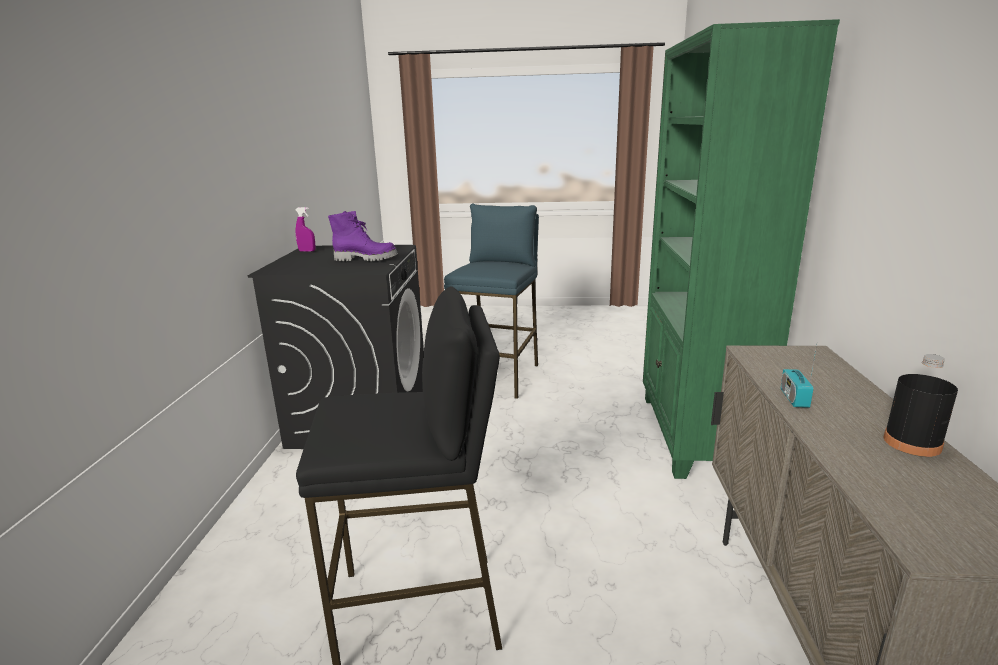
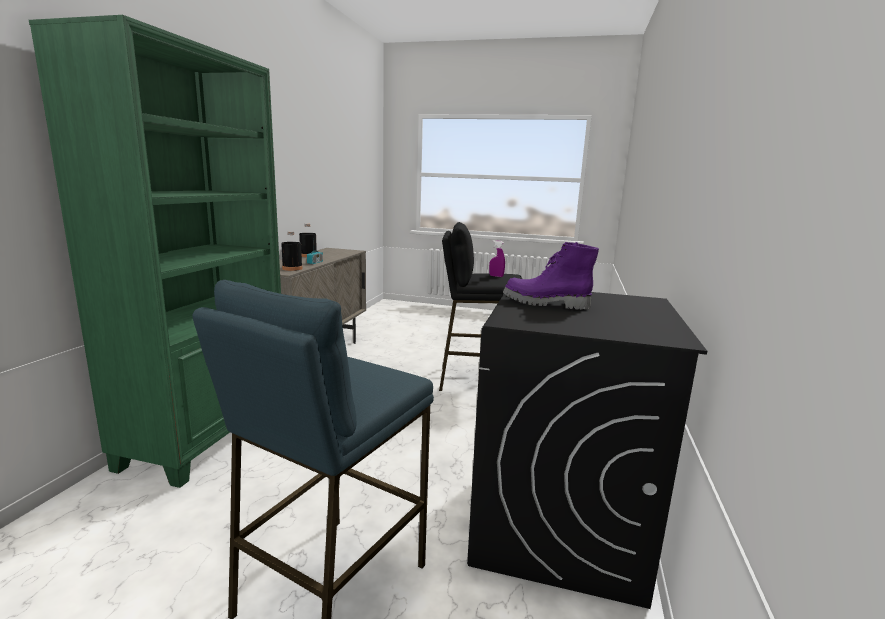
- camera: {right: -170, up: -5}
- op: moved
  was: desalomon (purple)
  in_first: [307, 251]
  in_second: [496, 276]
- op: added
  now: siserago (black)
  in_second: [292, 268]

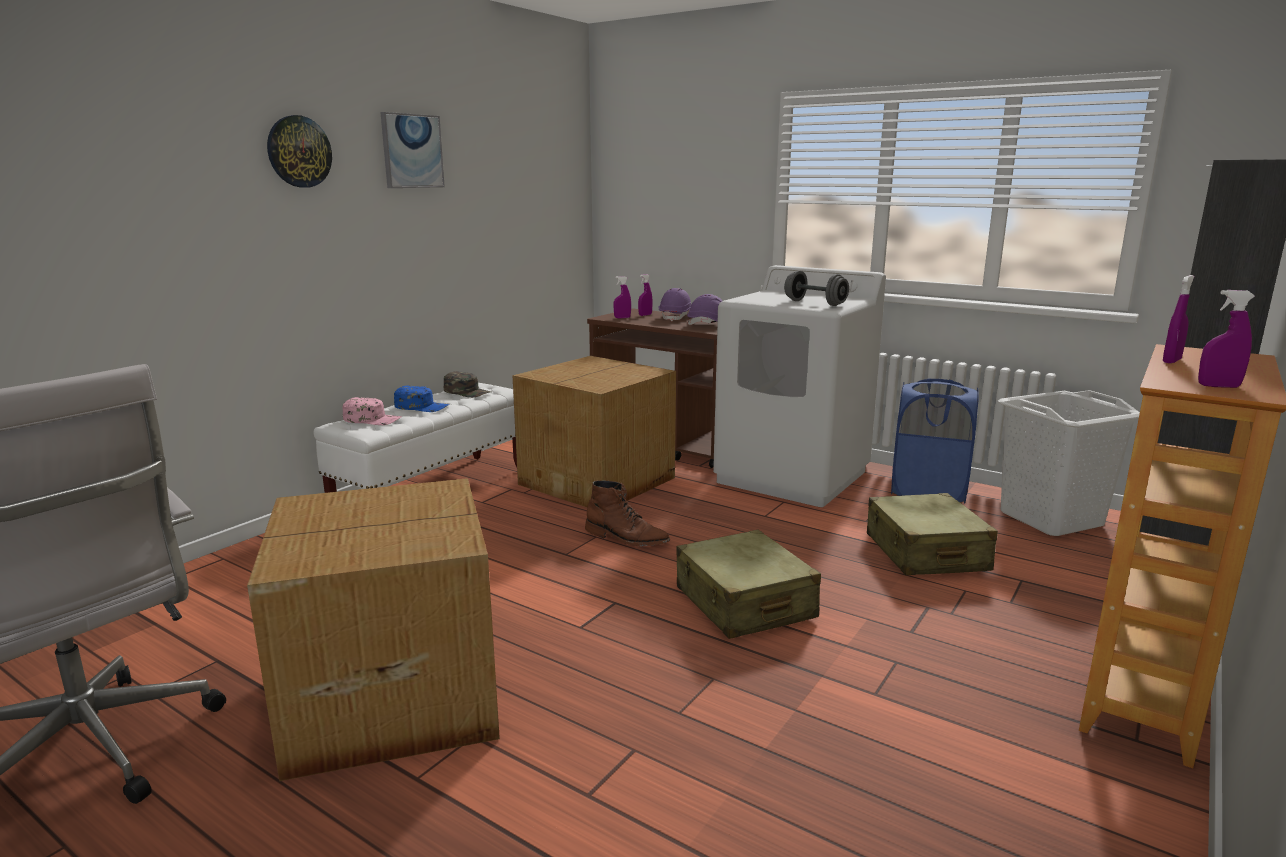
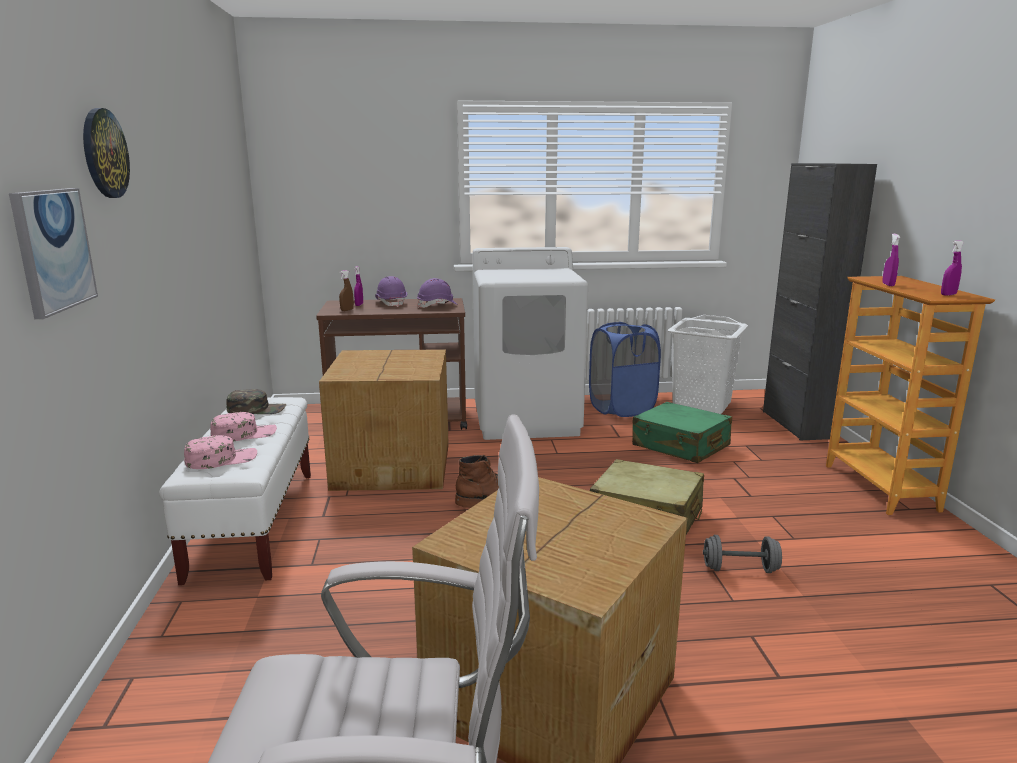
- camera: {right: -40, up: 0}
- op: moved
  was: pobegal
  in_first: [412, 151]
  in_second: [53, 250]
- op: moved
  was: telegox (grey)
  in_first: [815, 303]
  in_second: [740, 569]
- op: recoloured
  was: desalomon (purple)
  now: desalomon (brown)
  in_first: [622, 318]
  in_second: [347, 310]
- op: recoloured
  was: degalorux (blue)
  now: degalorux (pink)
  in_first: [422, 406]
  in_second: [244, 434]
- op: recoloured
  was: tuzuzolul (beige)
  now: tuzuzolul (green)
  in_first: [925, 553]
  in_second: [680, 446]

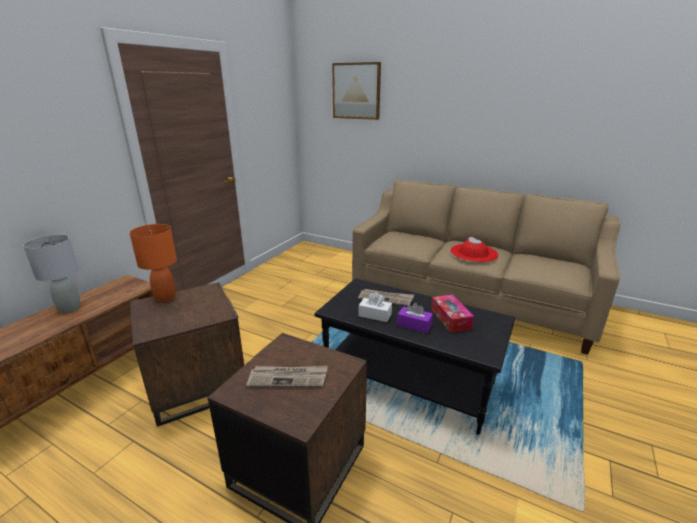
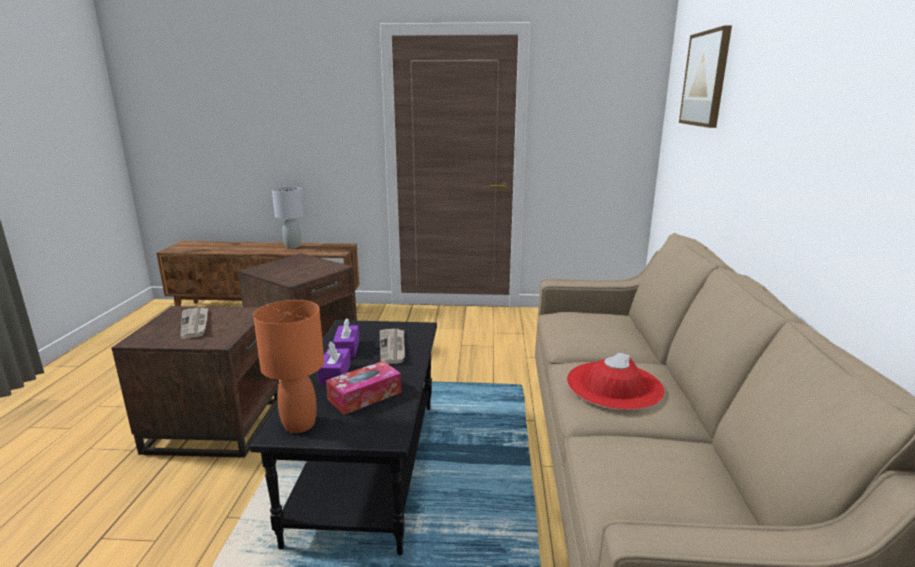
- camera: {right: 65, up: -5}
- op: moved
  was: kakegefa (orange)
  in_first: [165, 298]
  in_second: [299, 424]
- op: recoloured
  was: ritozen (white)
  now: ritozen (purple)
  in_first: [375, 315]
  in_second: [347, 348]

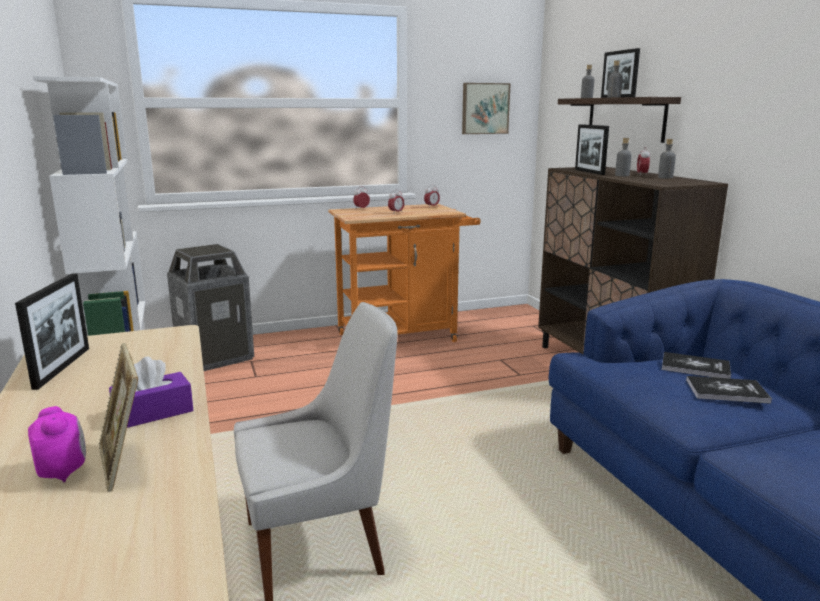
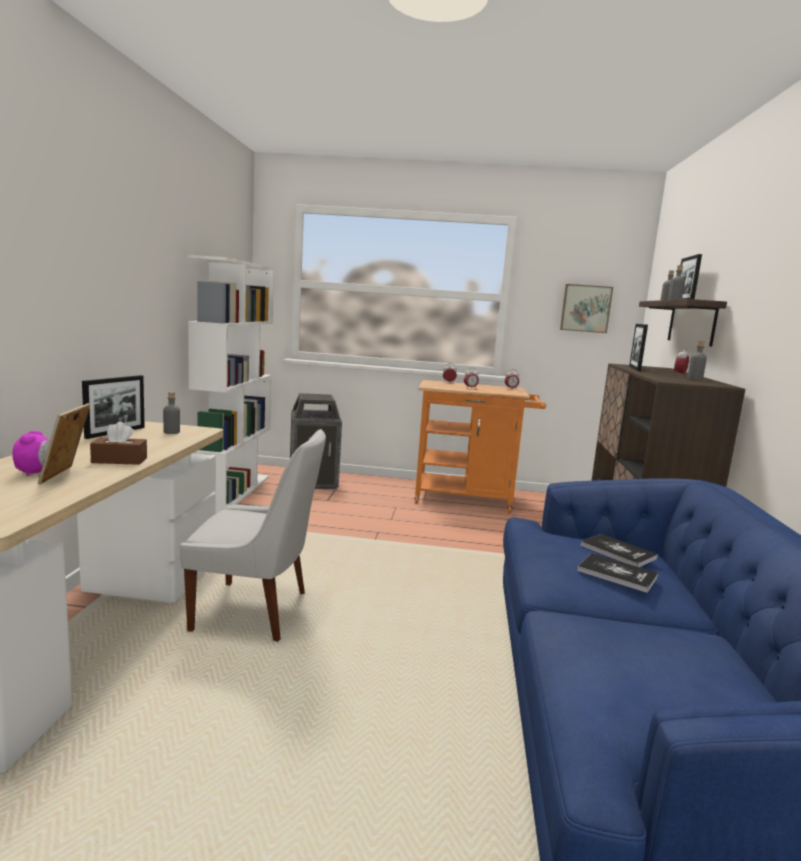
- camera: {right: 25, up: -5}
- op: moved
  was: siserago (grey)
  in_first: [622, 175]
  in_second: [171, 432]
- op: recoloured
  was: ritozen (purple)
  now: ritozen (brown)
  in_first: [153, 413]
  in_second: [119, 460]

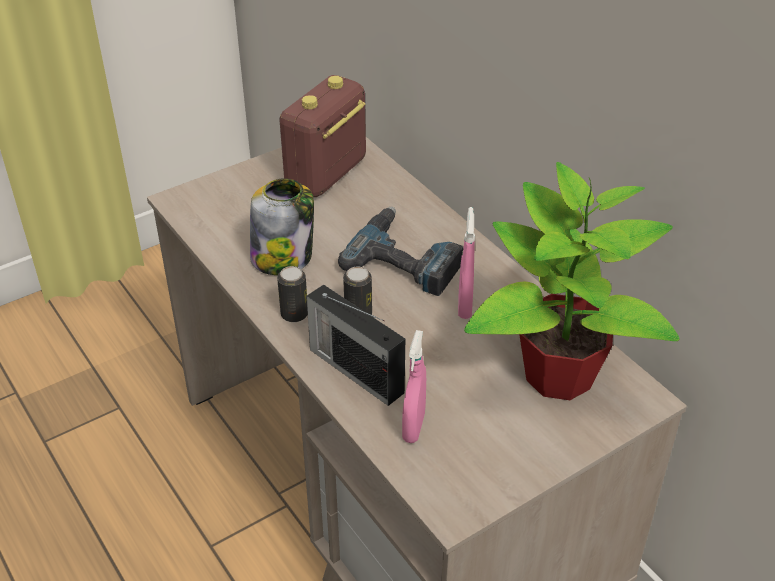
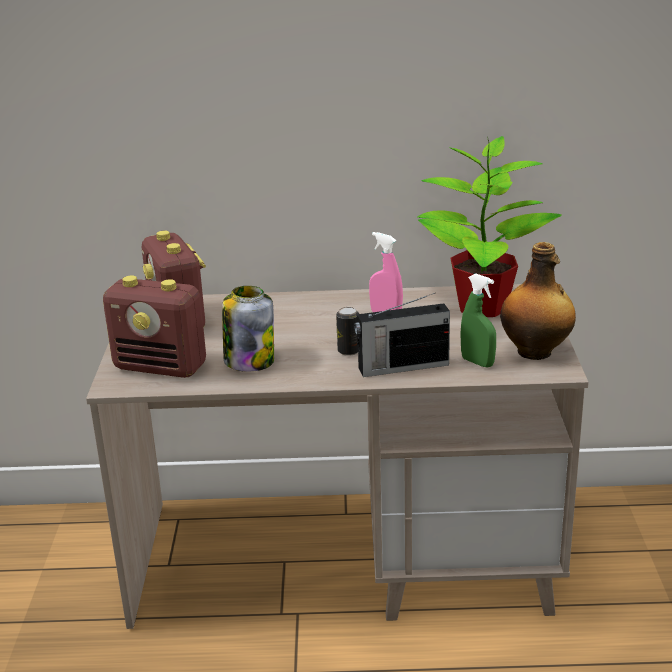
- camera: {right: -55, up: -15}
- op: removed
  was: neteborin
  in_first: [406, 259]
- op: removed
  was: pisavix
  in_first: [294, 314]
- op: recoloured
  was: desalomon (pink)
  now: desalomon (green)
  in_first: [413, 427]
  in_second: [477, 362]
- op: added
  now: siserago
  in_second: [535, 352]
- op: added
  now: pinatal
  in_second: [161, 367]

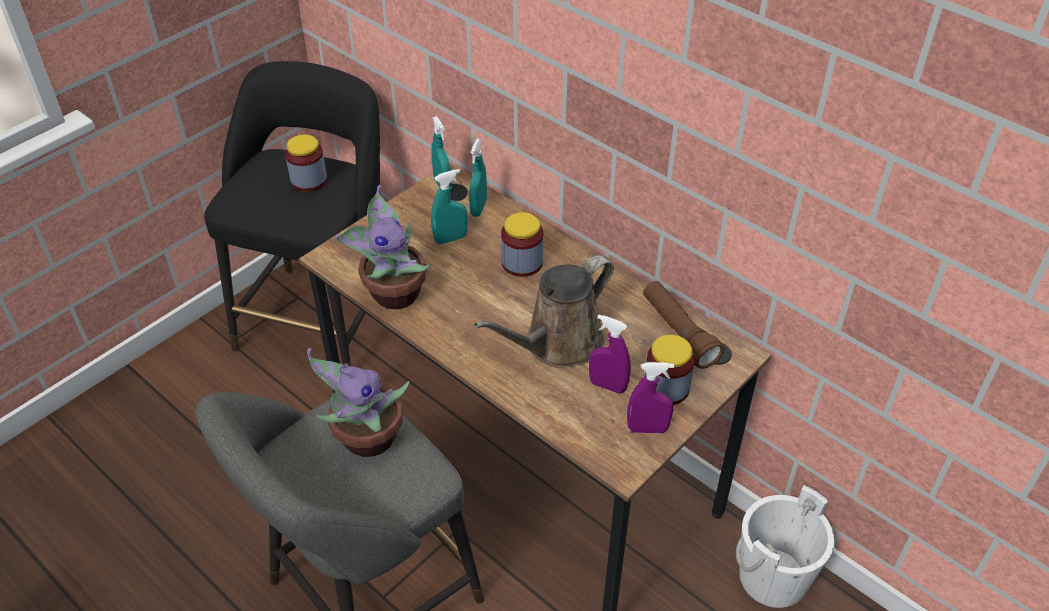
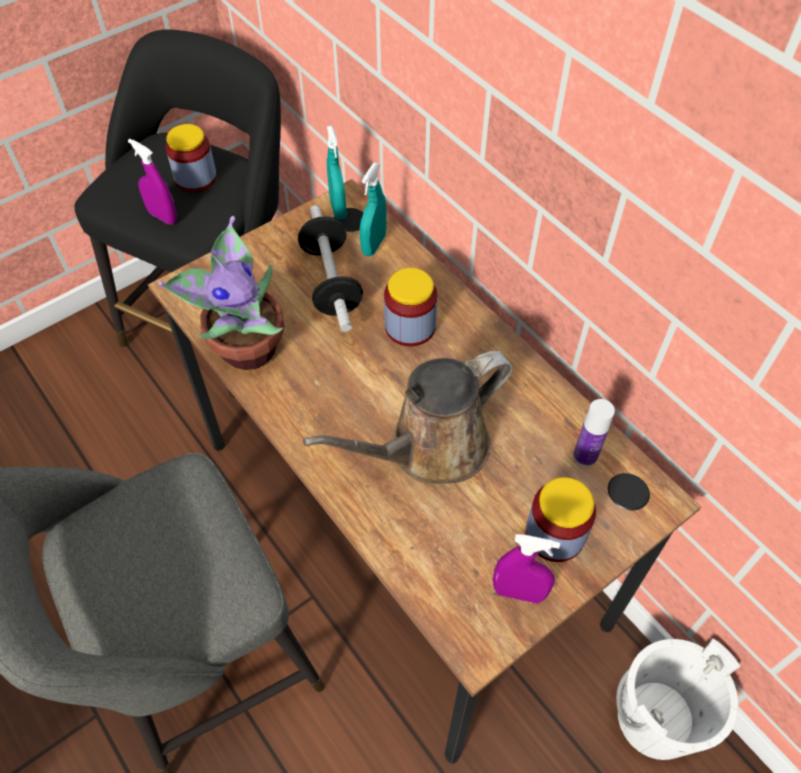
- camera: {right: 10, up: 10}
- op: replaced
  was: desalomon (turquoise)
  now: telegox
  in_first: [450, 239]
  in_second: [331, 282]
- op: replaced
  was: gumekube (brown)
  now: siserago
  in_first: [678, 333]
  in_second: [585, 456]
- op: moved
  was: desalomon (purple)
  in_first: [607, 386]
  in_second: [162, 216]
- op: removed
  was: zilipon
  in_first: [365, 439]

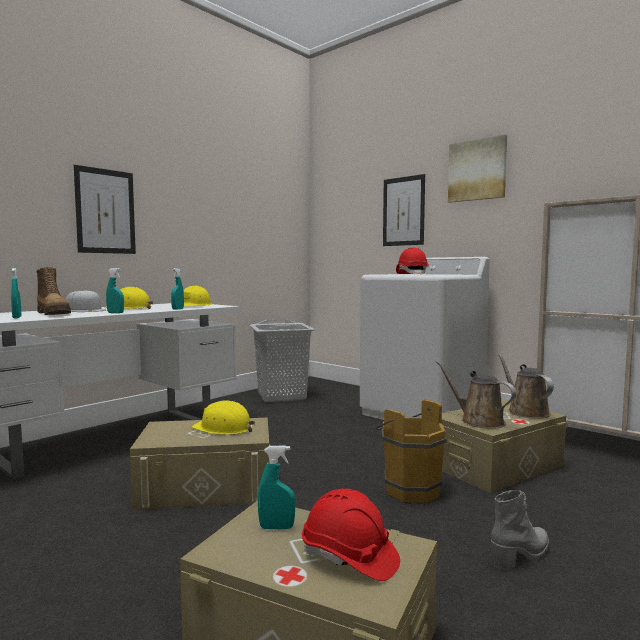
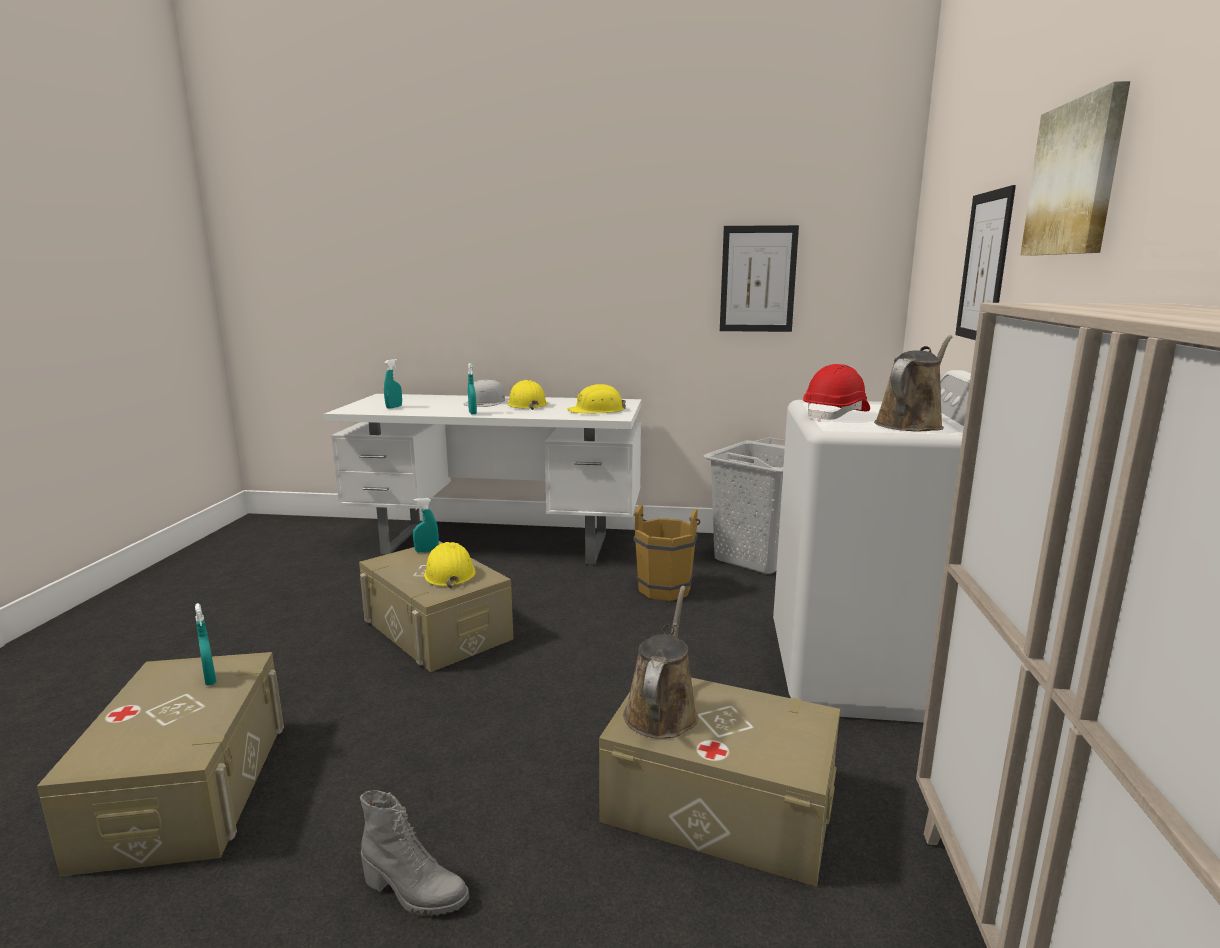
- camera: {right: 55, up: 10}
- op: moved
  was: pobegal
  in_first: [105, 211]
  in_second: [758, 279]
- op: removed
  was: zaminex
  in_first: [54, 314]
- op: moved
  was: desalomon (turquoise)
  in_first: [178, 309]
  in_second: [426, 551]
- op: moved
  was: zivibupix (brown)
  in_first: [525, 411]
  in_second: [911, 424]
- op: moved
  was: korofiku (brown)
  in_first: [408, 489]
  in_second: [665, 587]
- op: removed
  was: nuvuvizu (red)
  in_first: [349, 558]

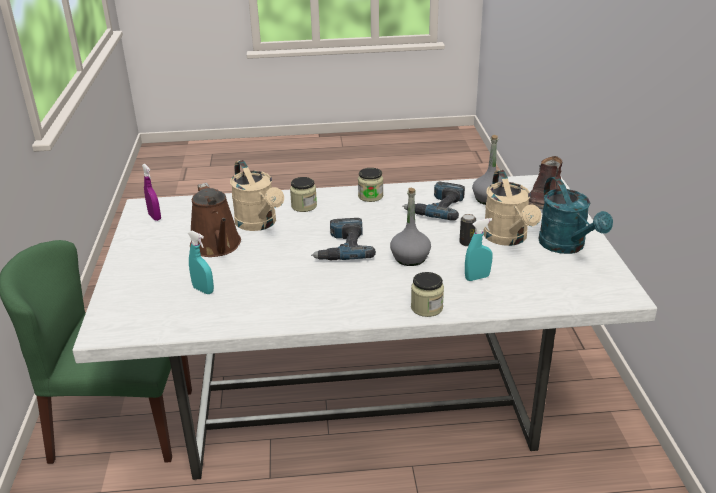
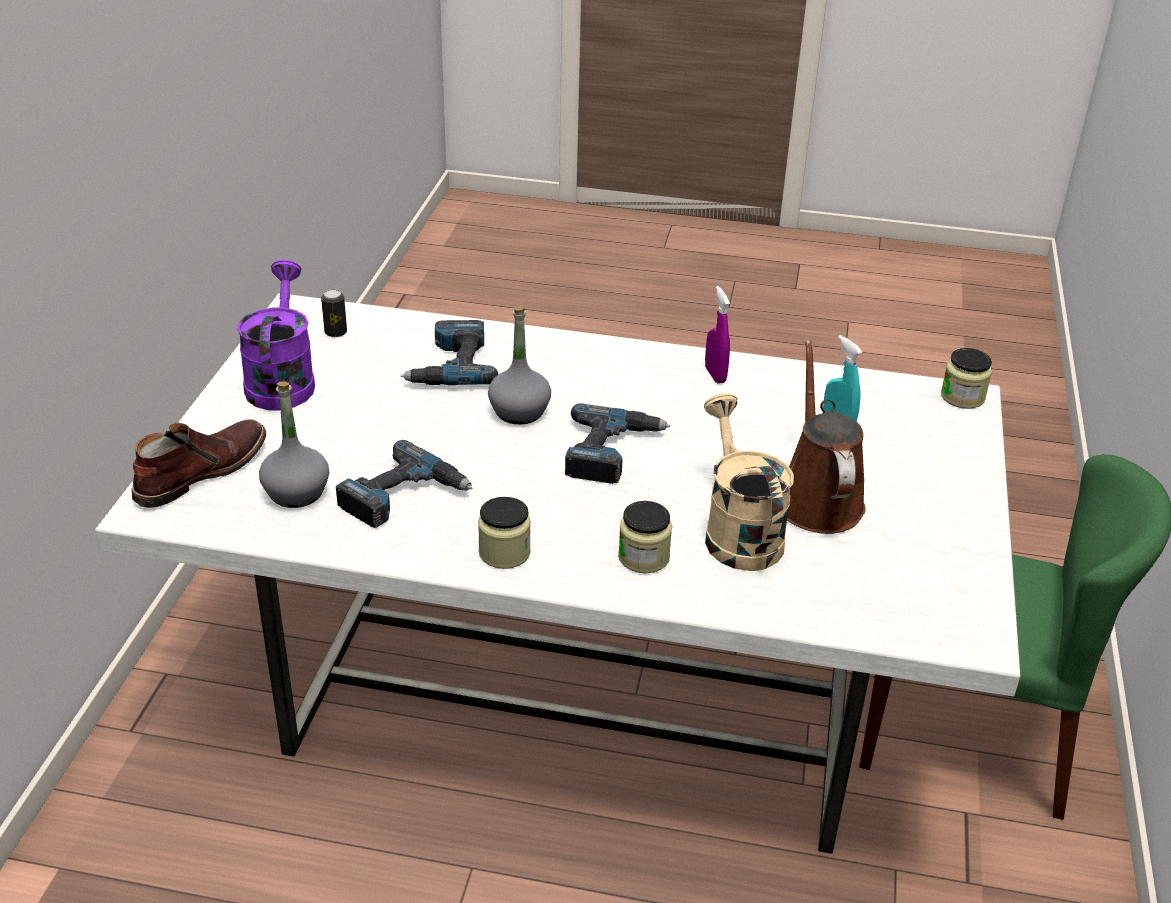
- camera: {right: -165, up: 5}
- op: moved
  was: desalomon (purple)
  in_first: [155, 217]
  in_second: [715, 375]
- op: removed
  was: zivibupix (beige)
  in_first: [508, 239]
- op: recoloured
  was: zivibupix (turquoise)
  now: zivibupix (purple)
  in_first: [567, 246]
  in_second: [281, 381]
- op: moved
  was: pisavix
  in_first: [466, 243]
  in_second: [336, 332]
- op: replaced
  was: desalomon (turquoise)
  now: neteborin
  in_first: [477, 277]
  in_second: [450, 365]
- op: moved
  was: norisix
  in_first: [426, 308]
  in_second: [962, 397]

